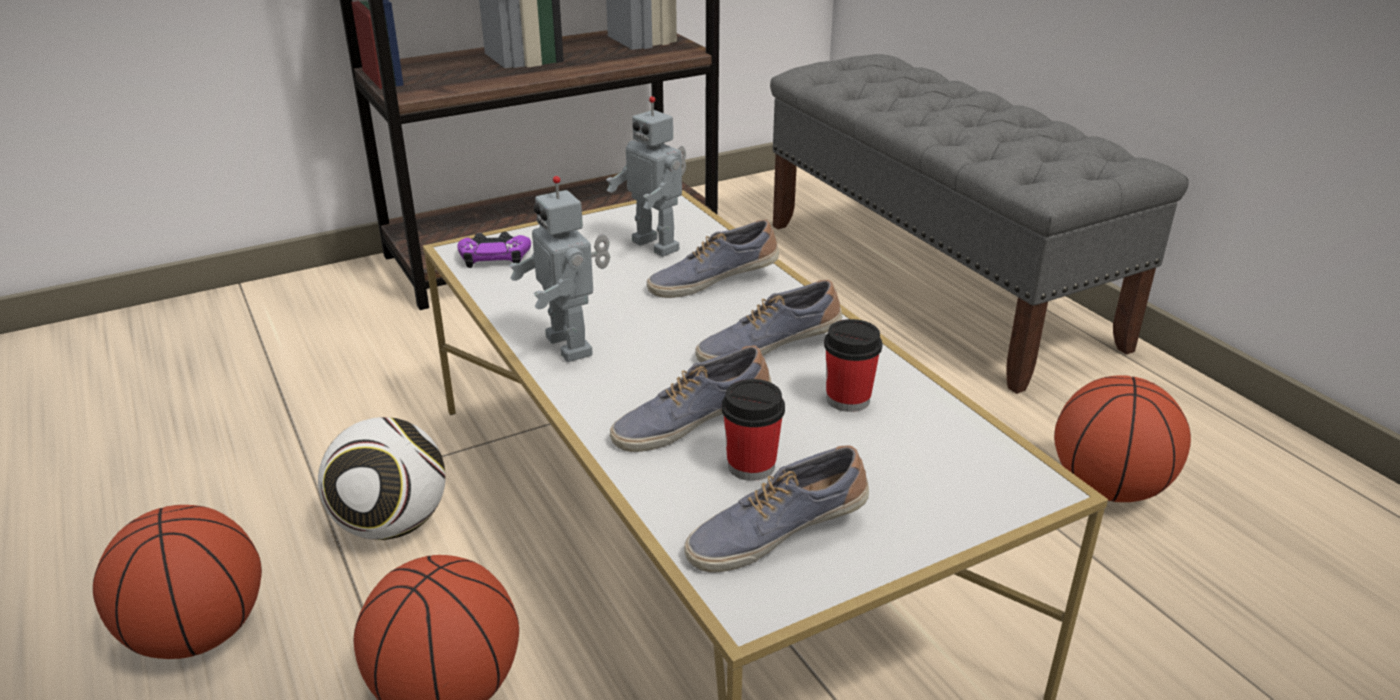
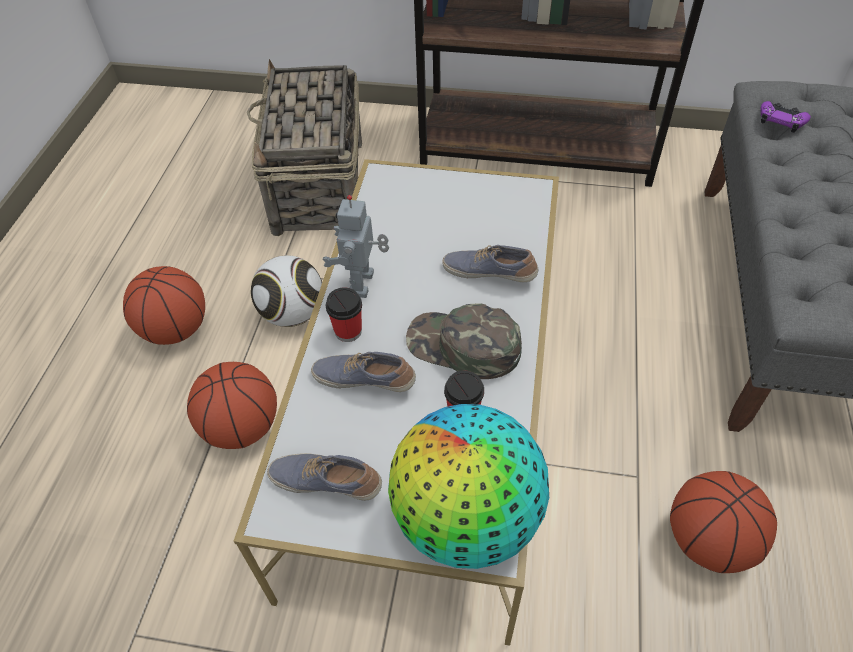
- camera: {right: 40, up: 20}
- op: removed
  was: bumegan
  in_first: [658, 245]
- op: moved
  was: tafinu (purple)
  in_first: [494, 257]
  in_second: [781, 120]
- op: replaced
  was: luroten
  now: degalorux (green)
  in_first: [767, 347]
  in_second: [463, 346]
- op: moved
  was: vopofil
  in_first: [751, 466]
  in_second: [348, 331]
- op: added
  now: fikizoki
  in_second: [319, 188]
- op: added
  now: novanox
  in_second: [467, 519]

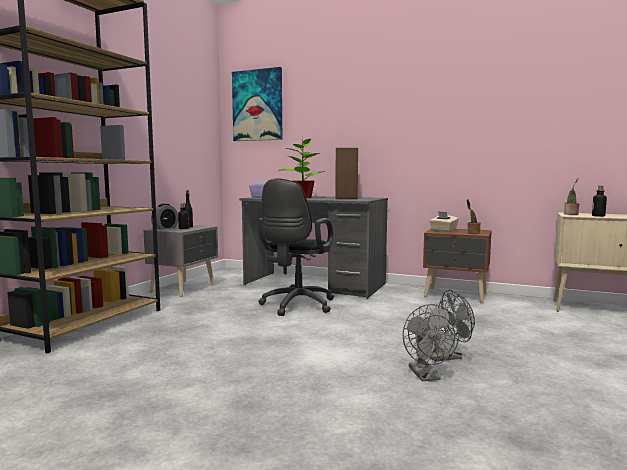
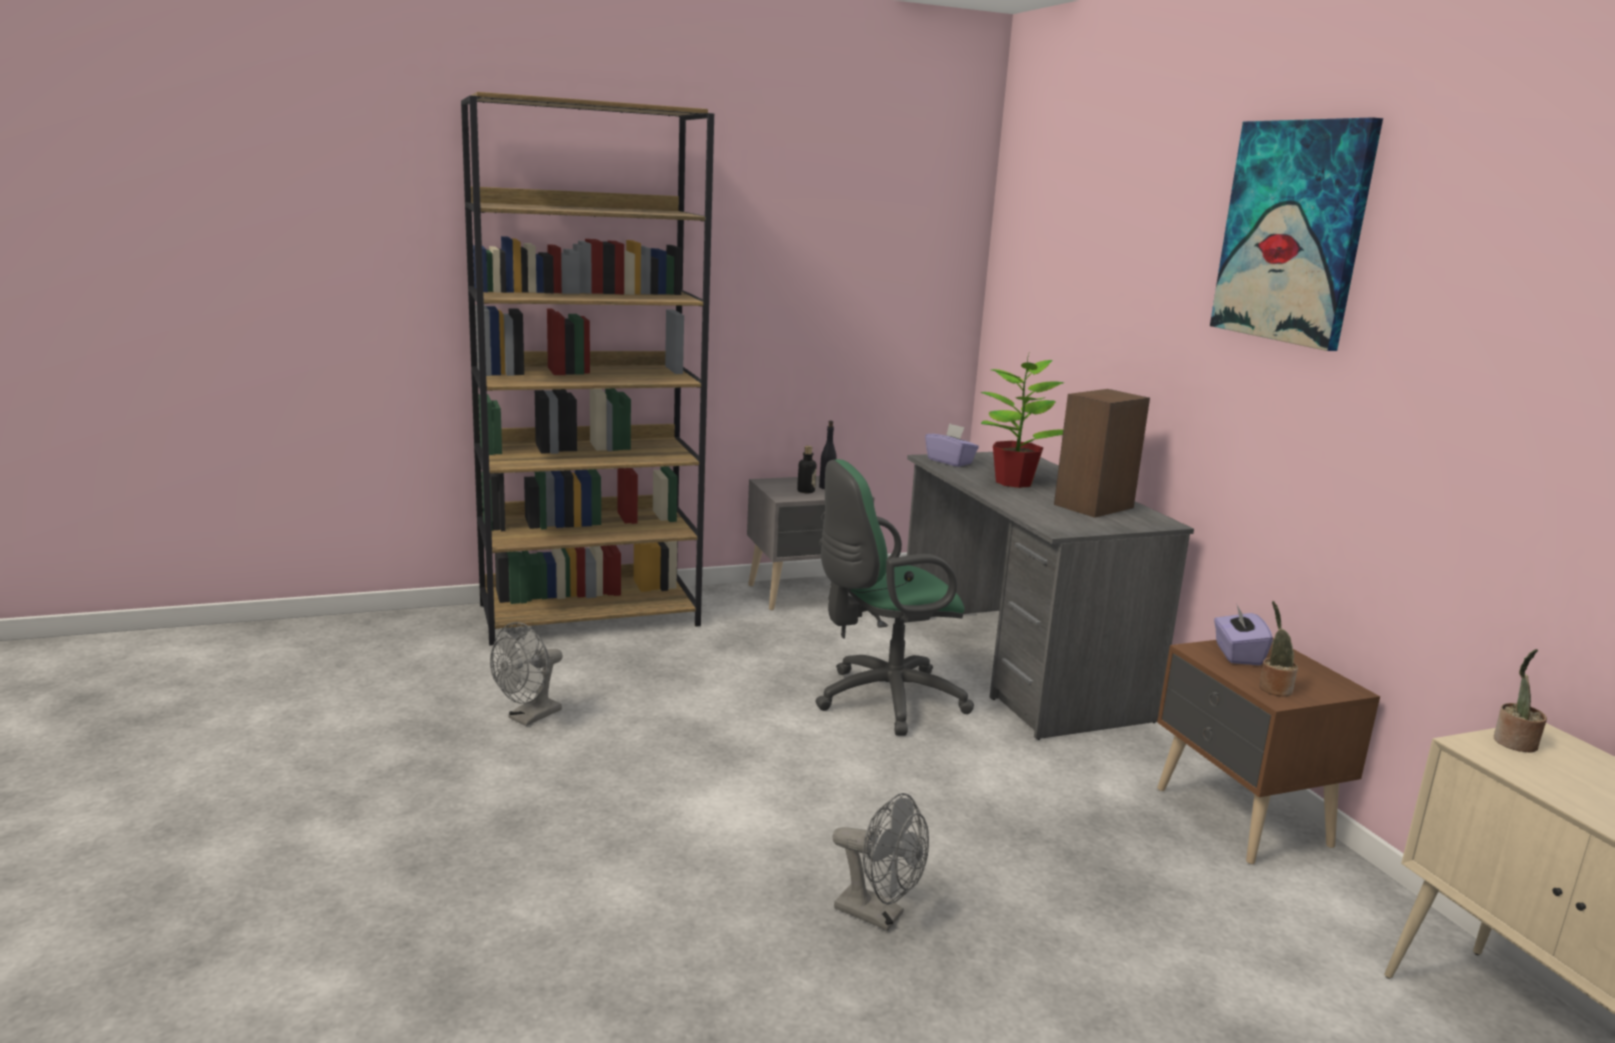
- camera: {right: 45, up: 10}
- op: moved
  was: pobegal
  in_first: [257, 105]
  in_second: [1293, 232]
- op: recoloured
  was: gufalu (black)
  now: gufalu (green)
  in_first: [296, 306]
  in_second: [882, 700]
- op: removed
  was: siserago
  in_first: [598, 216]
- op: removed
  was: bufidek
  in_first: [165, 228]
- op: recoloured
  was: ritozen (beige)
  now: ritozen (purple)
  in_first: [443, 230]
  in_second: [1237, 654]
- op: moved
  was: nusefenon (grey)
  in_first: [427, 376]
  in_second: [529, 718]

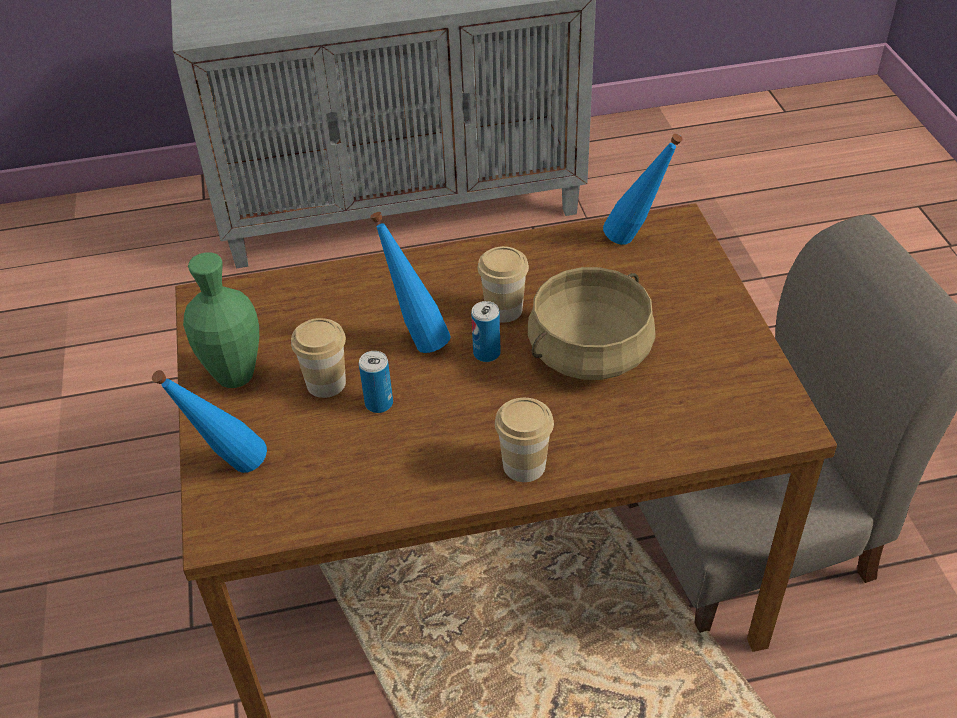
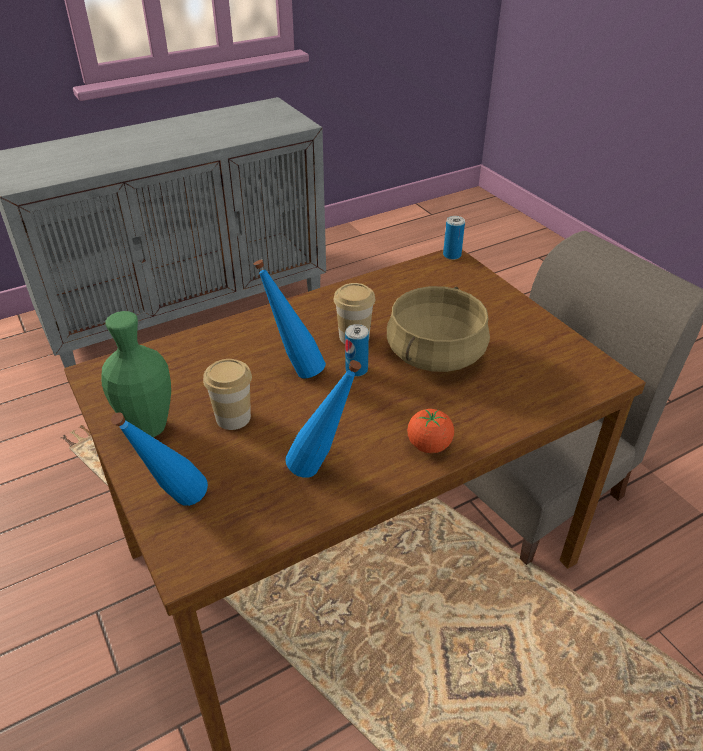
- camera: {right: -20, up: -5}
- op: moved
  was: siserago (blue)
  in_first: [636, 241]
  in_second: [323, 470]
- op: moved
  was: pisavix
  in_first: [379, 403]
  in_second: [452, 255]
- op: replaced
  was: vopofil
  now: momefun
  in_first: [524, 465]
  in_second: [429, 446]

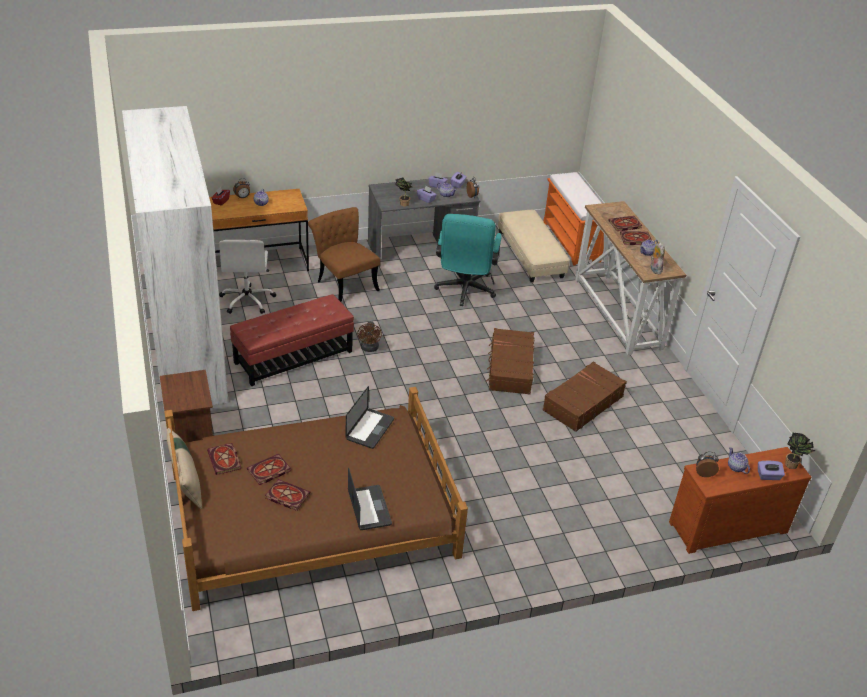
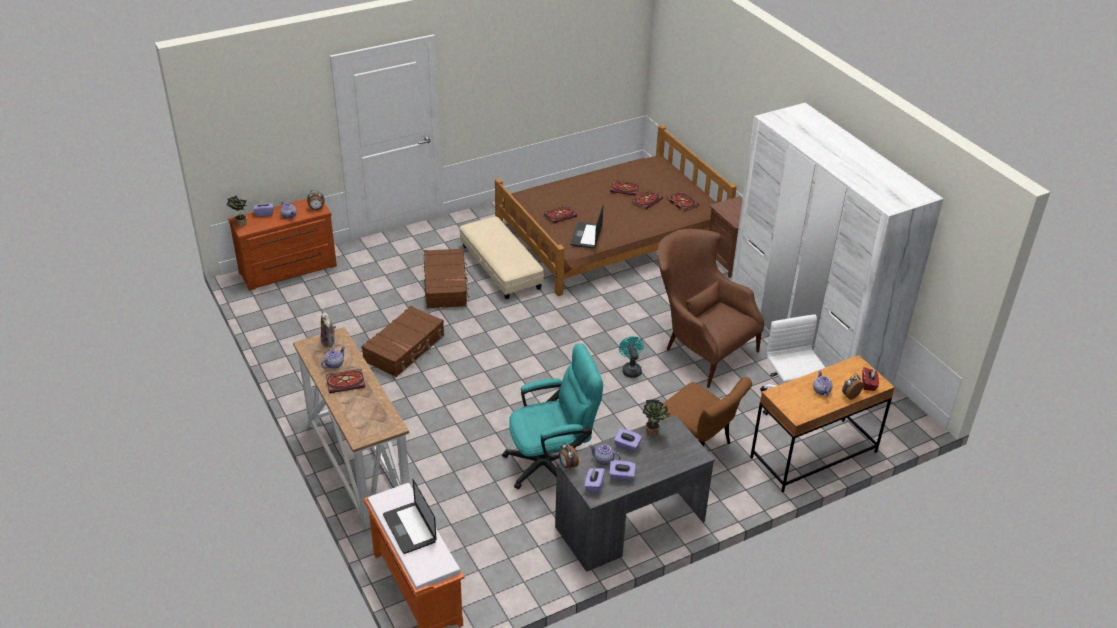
- camera: {right: 170, up: 0}
- op: moved
  was: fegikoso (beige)
  in_first: [530, 254]
  in_second: [500, 267]
- op: turned
  was: gufalu (turquoise)
  in_first: [464, 291]
  in_second: [552, 463]
  clockwise: 75
- op: moved
  was: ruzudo
  in_first: [624, 225]
  in_second: [560, 215]
- op: replaced
  was: fegikoso (red)
  now: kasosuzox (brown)
  in_first: [293, 357]
  in_second: [699, 348]
- op: recoloured
  was: nusefenon (brown)
  now: nusefenon (turquoise)
  in_first: [369, 349]
  in_second: [630, 369]
- op: moved
  was: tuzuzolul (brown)
  in_first: [510, 368]
  in_second: [446, 285]
- op: removed
  was: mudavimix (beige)
  in_first: [186, 481]
- op: moved
  was: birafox
  in_first: [369, 508]
  in_second: [409, 528]

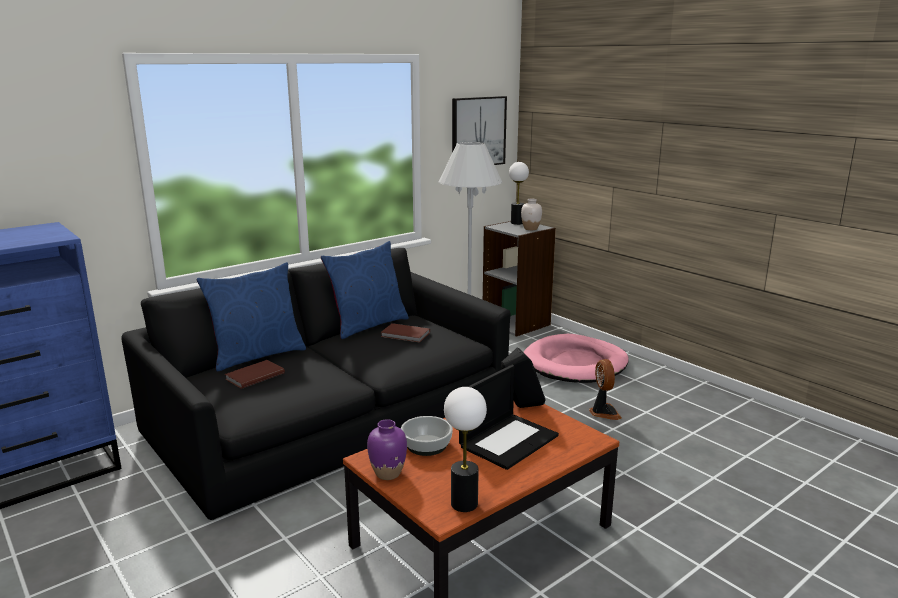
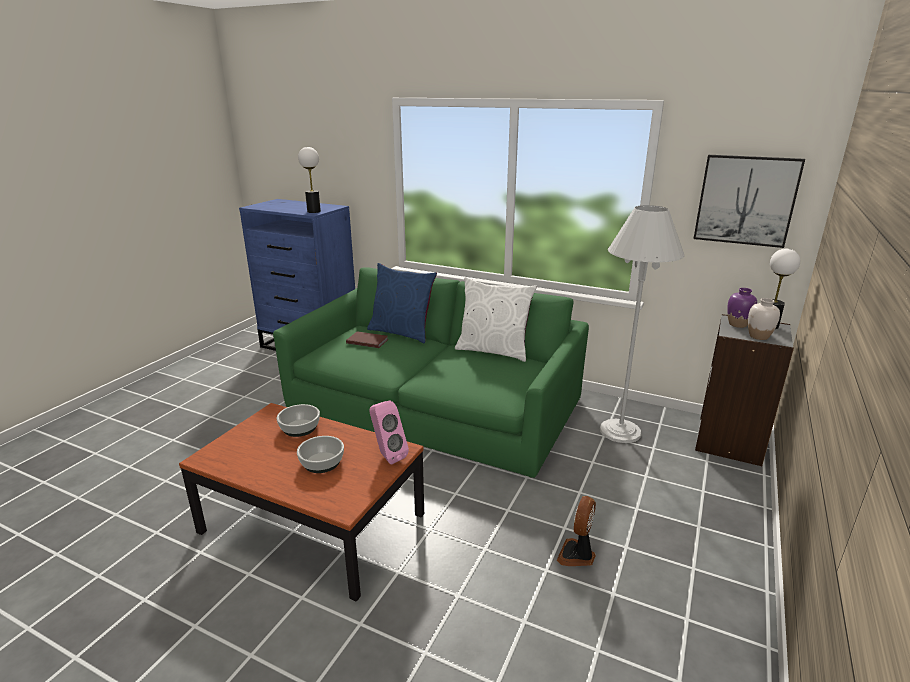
- camera: {right: 65, up: 5}
- op: recoloured
  was: mudavimix (blue)
  now: mudavimix (white)
  in_first: [367, 325]
  in_second: [493, 350]
- op: recoloured
  was: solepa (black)
  now: solepa (green)
  in_first: [331, 417]
  in_second: [436, 405]
- op: removed
  was: ruzudo (brown)
  in_first: [405, 335]
- op: removed
  was: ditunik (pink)
  in_first: [575, 364]
- op: recoloured
  was: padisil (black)
  now: padisil (pink)
  in_first: [521, 407]
  in_second: [387, 456]
- op: turned
  was: nusefenon
  in_first: [603, 412]
  in_second: [577, 555]
  clockwise: 150
- op: replaced
  was: birafox
  now: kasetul
  in_first: [508, 440]
  in_second: [322, 462]
- op: moved
  was: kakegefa
  in_first: [464, 504]
  in_second: [313, 211]
- op: moved
  was: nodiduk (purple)
  in_first: [388, 473]
  in_second: [737, 324]

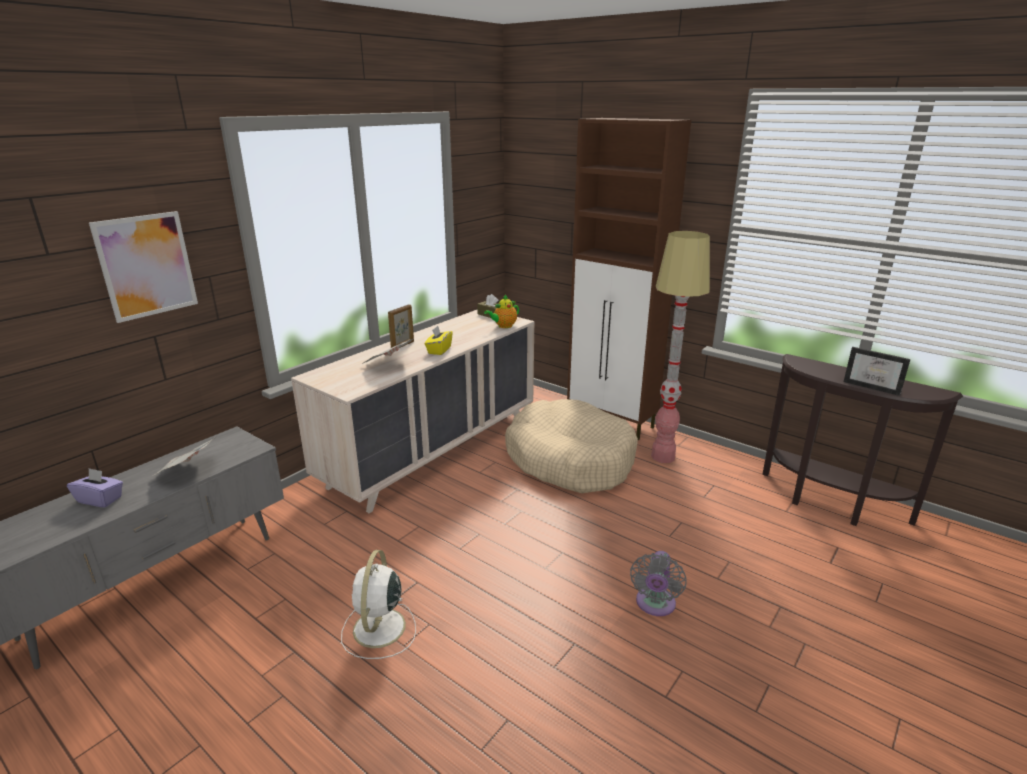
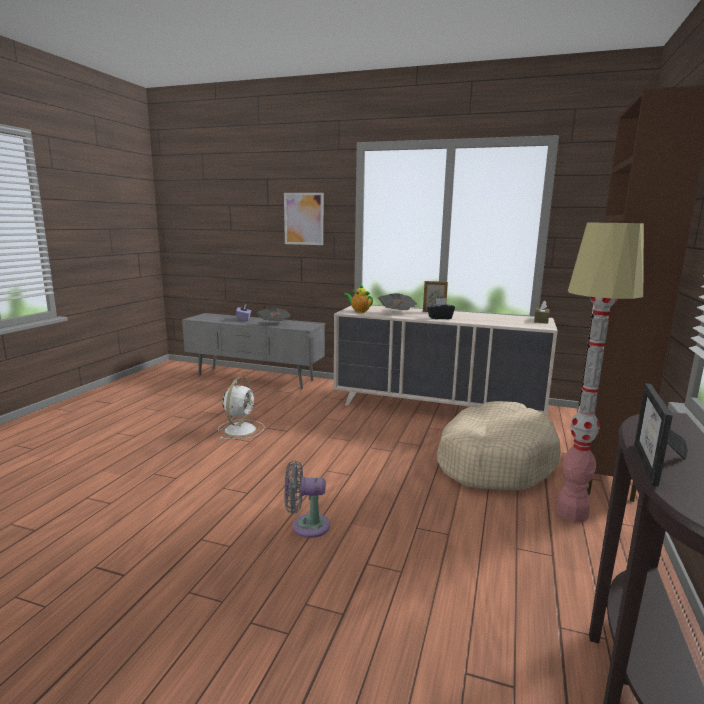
- camera: {right: 70, up: -10}
- op: moved
  was: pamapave
  in_first: [503, 326]
  in_second: [359, 311]
- op: recoloured
  was: ritozen (yellow)
  now: ritozen (black)
  in_first: [439, 350]
  in_second: [440, 318]
- op: turned
  was: nusefenon (white)
  in_first: [378, 630]
  in_second: [241, 429]
  clockwise: 120

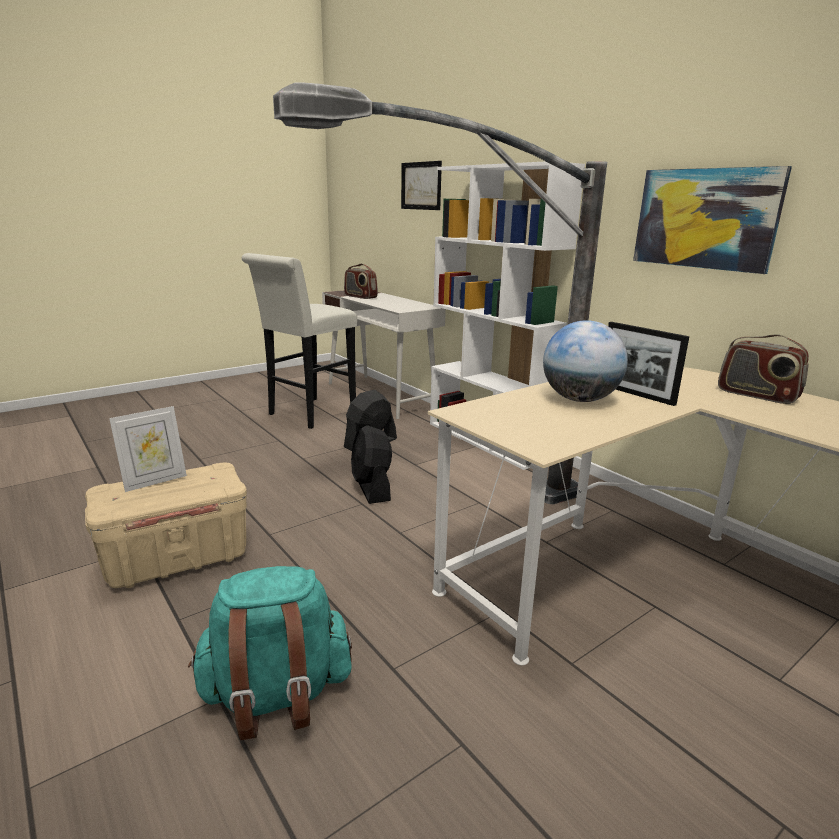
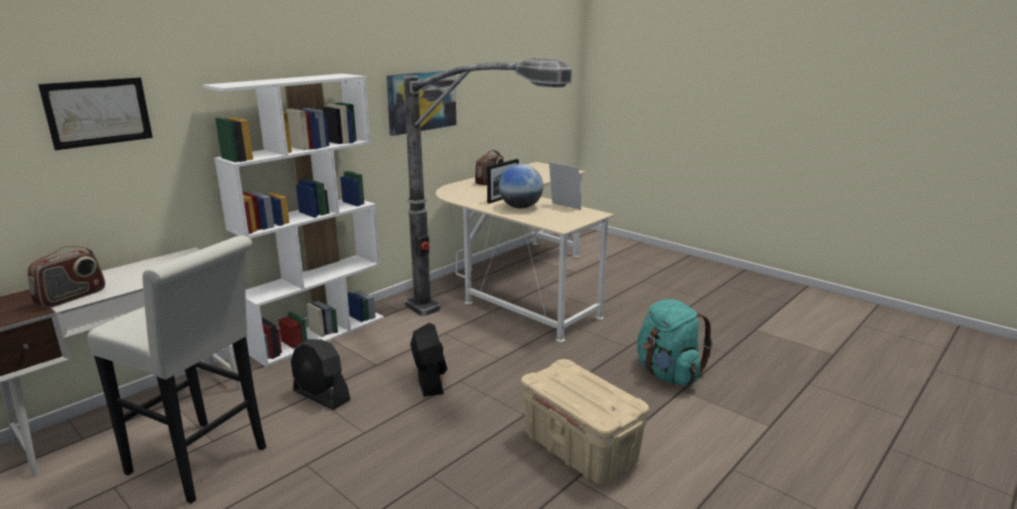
- camera: {right: -100, up: 0}
- op: moved
  was: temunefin
  in_first: [155, 481]
  in_second: [564, 207]
- op: turned
  was: nusefenon (black)
  in_first: [372, 488]
  in_second: [430, 380]
  clockwise: -75

